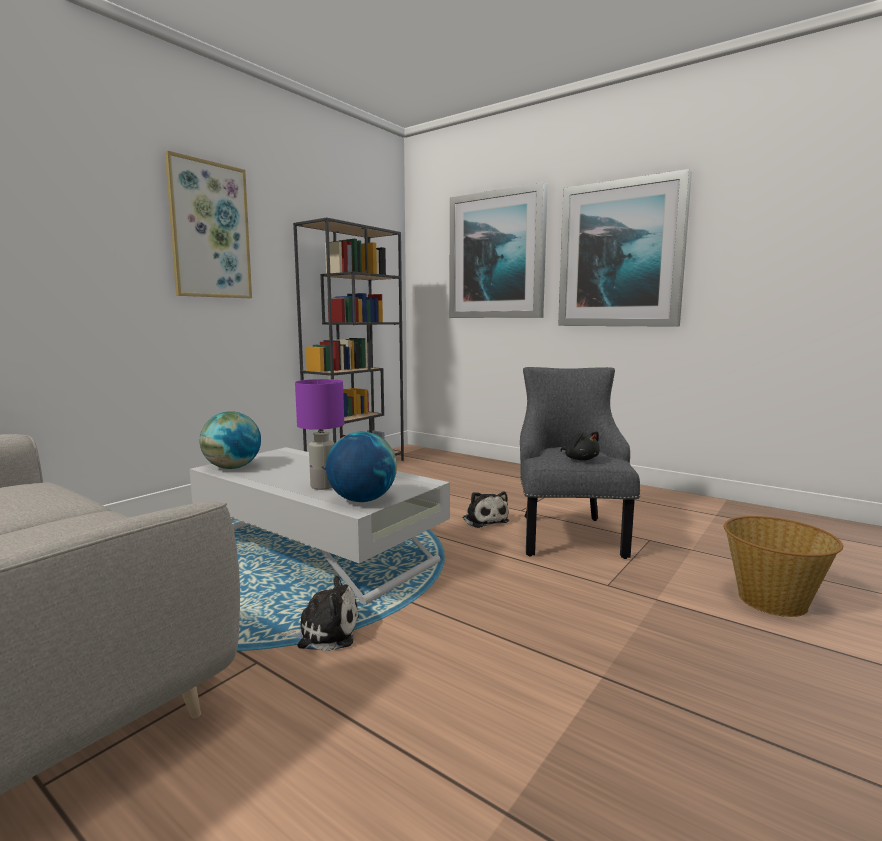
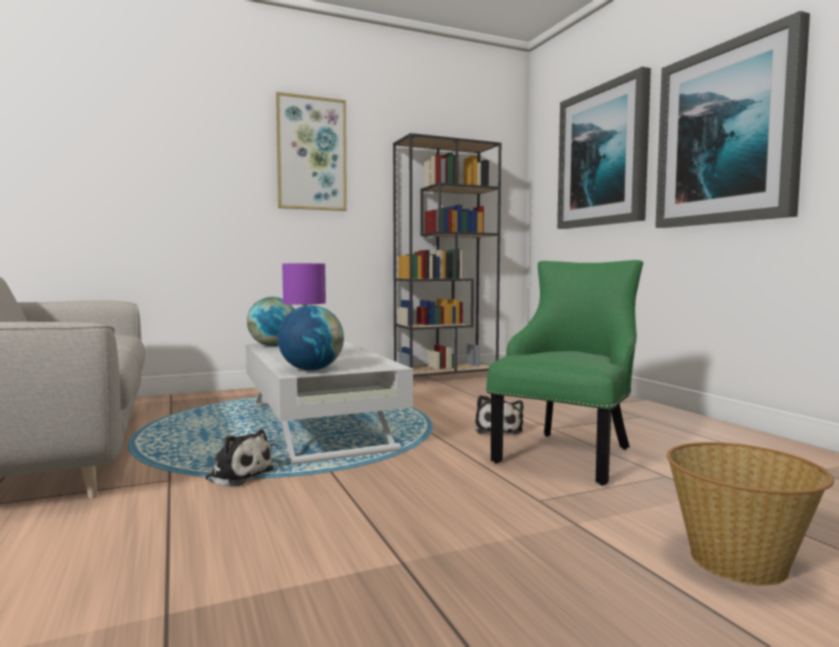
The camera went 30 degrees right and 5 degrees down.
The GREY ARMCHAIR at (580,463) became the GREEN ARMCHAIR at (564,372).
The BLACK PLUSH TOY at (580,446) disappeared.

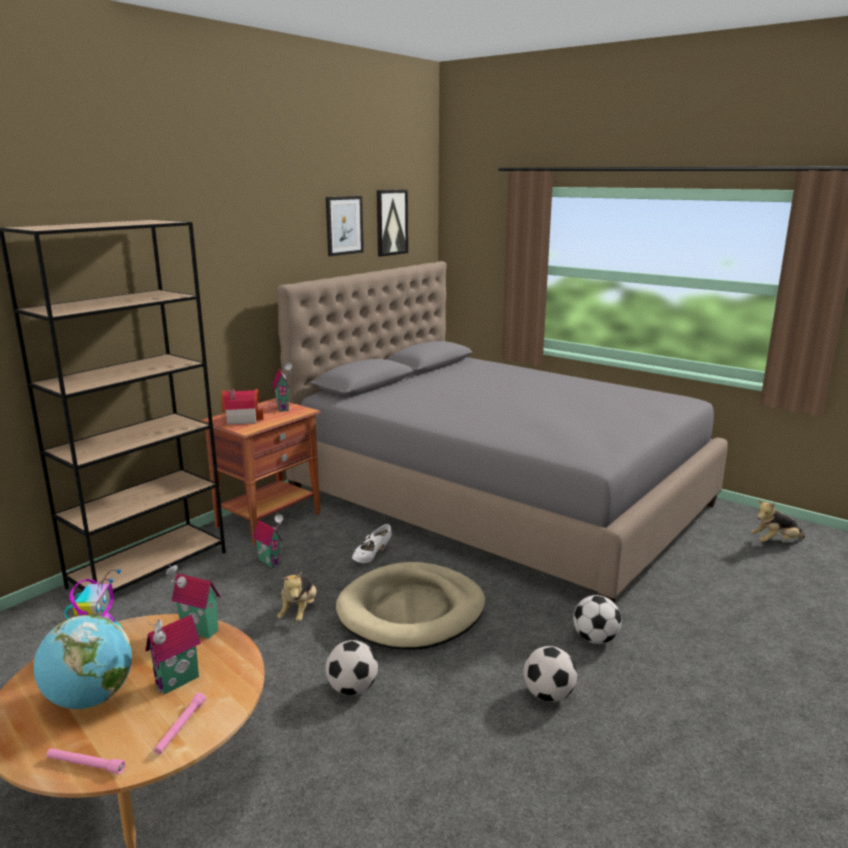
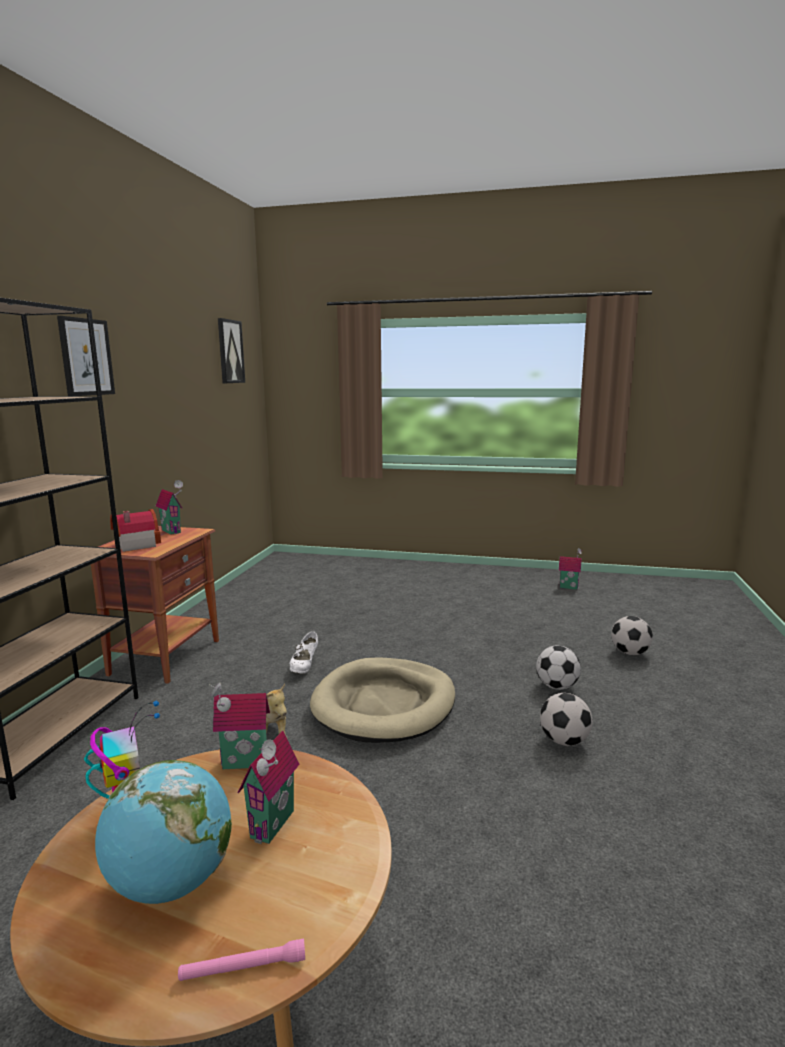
The camera went 25 degrees left and 5 degrees down.
The PICTURE moved from (345,226) to (86,356).
The TOY HOUSE moved from (268,541) to (571,569).
The FOOTBALL moved from (352,667) to (632,635).
The PINK FLASHLIGHT at (180,723) disappeared.
The GREY BED at (502,432) disappeared.
The PLUSH TOY at (778,521) disappeared.

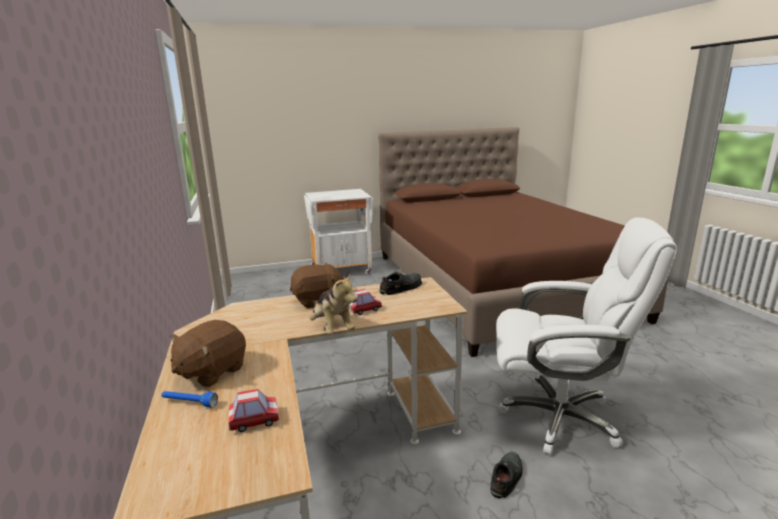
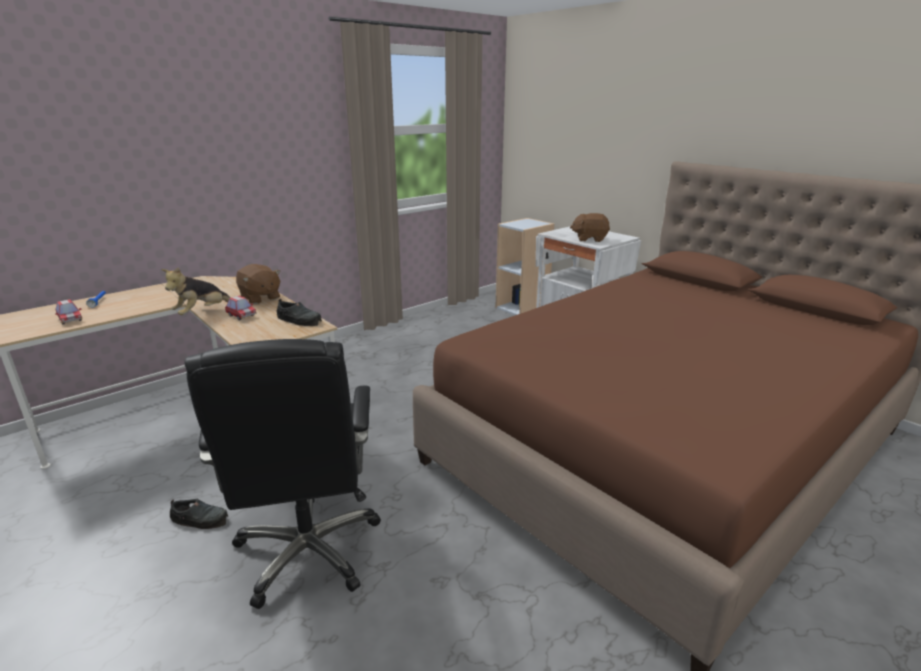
The camera went 65 degrees right and 5 degrees up.
The WHITE OFFICE CHAIR at (586,336) became the BLACK OFFICE CHAIR at (282,474).
The BOOKCASE at (525,266) appeared.
The BROWN PLUSH TOY moved from (208,354) to (590,227).

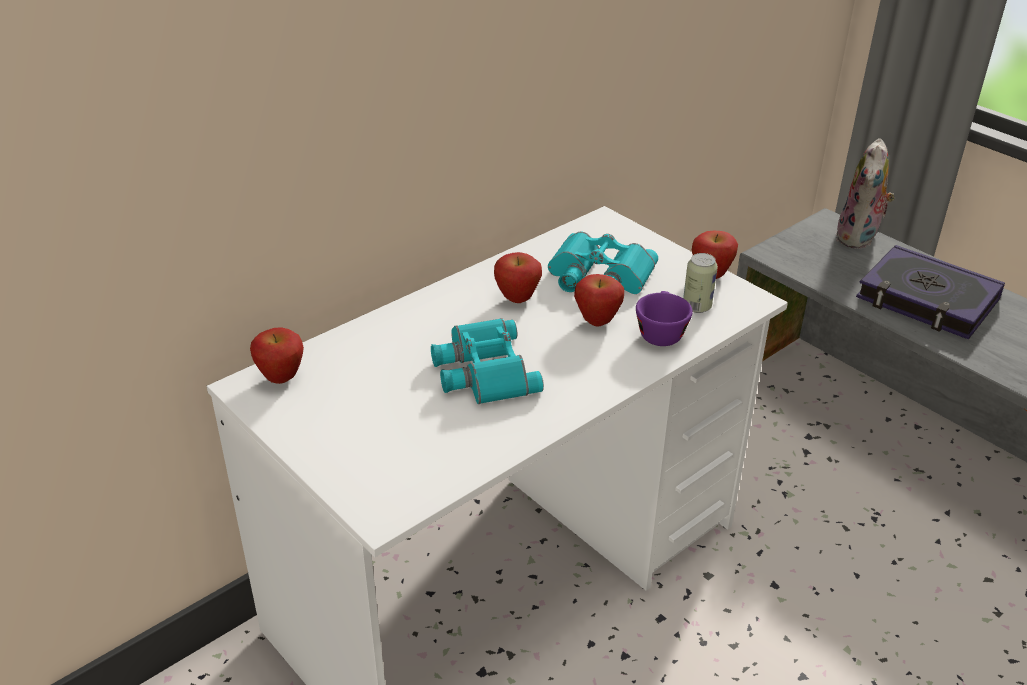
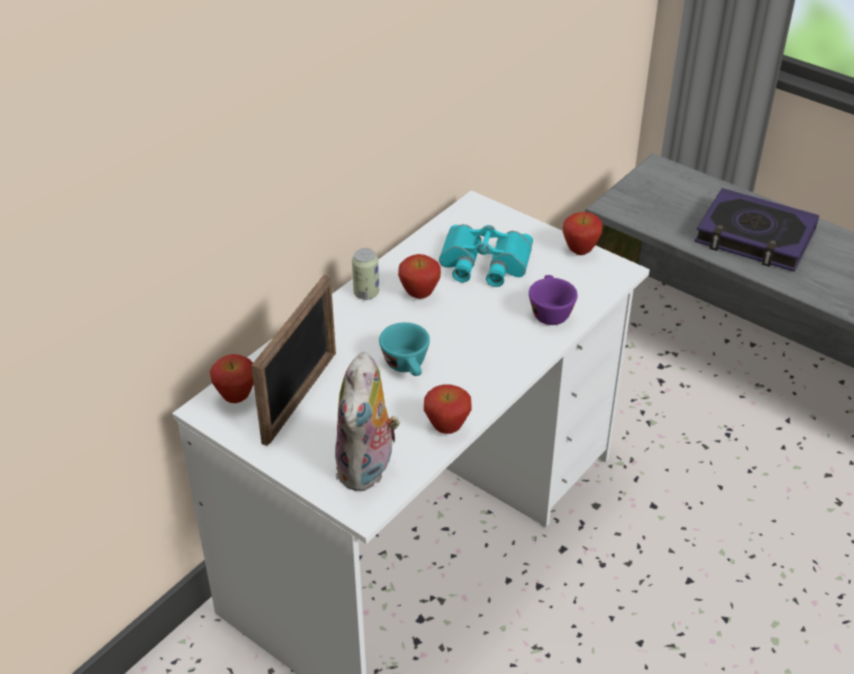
The camera went 10 degrees left and 5 degrees up.
The PICTURE FRAME at (293,360) appeared.
The PLUSH TOY moved from (865,193) to (367,421).
The CAN moved from (700,283) to (365,274).
The TURQUOISE BINOCULARS at (487,361) was replaced by the TURQUOISE CUP at (404,349).
The APPLE moved from (599,300) to (448,409).

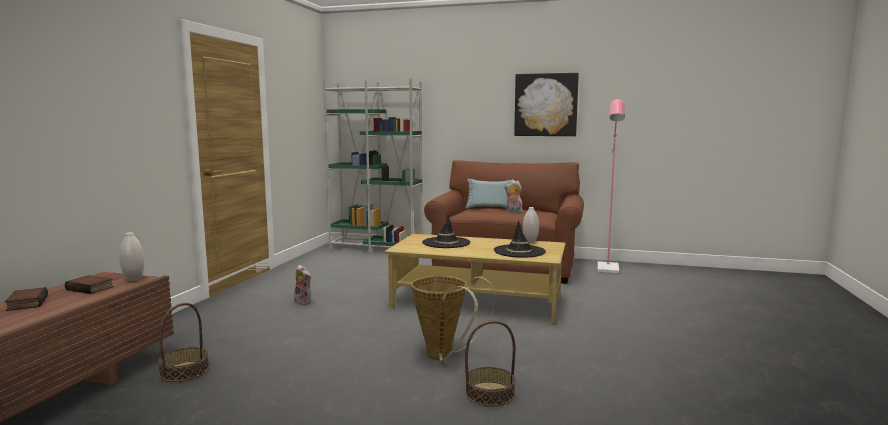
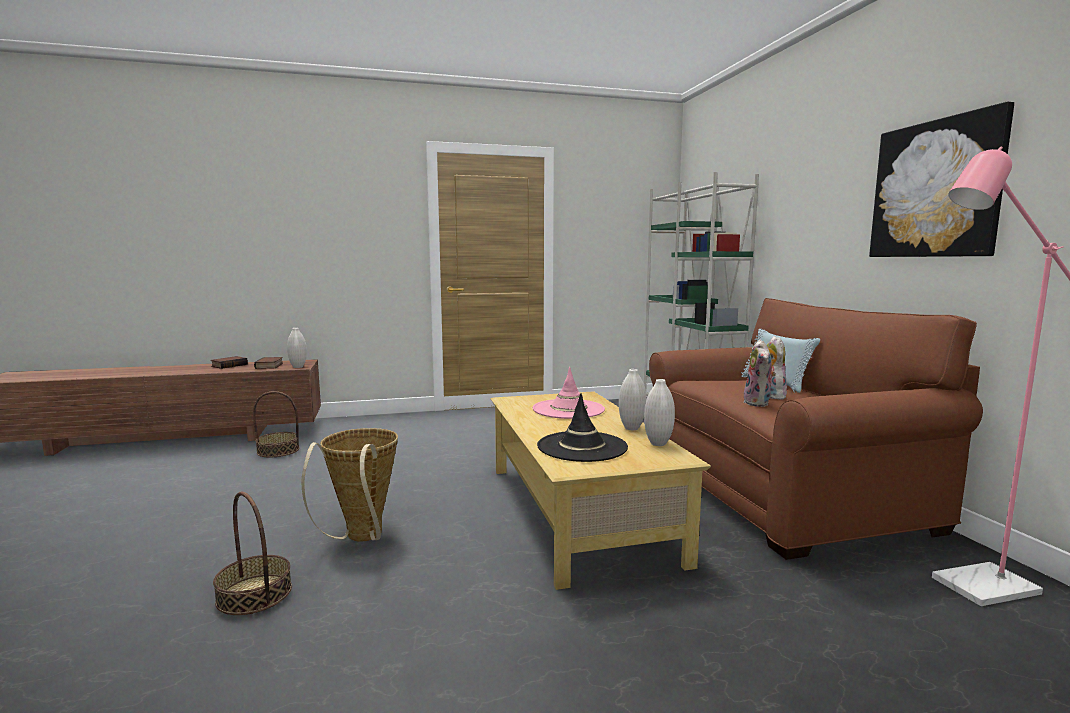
The camera went 60 degrees right and 0 degrees up.
The BLACK HAT at (446,231) became the PINK HAT at (569,393).
The WHITE VASE at (632,399) appeared.
The PLUSH TOY moved from (302,285) to (760,373).

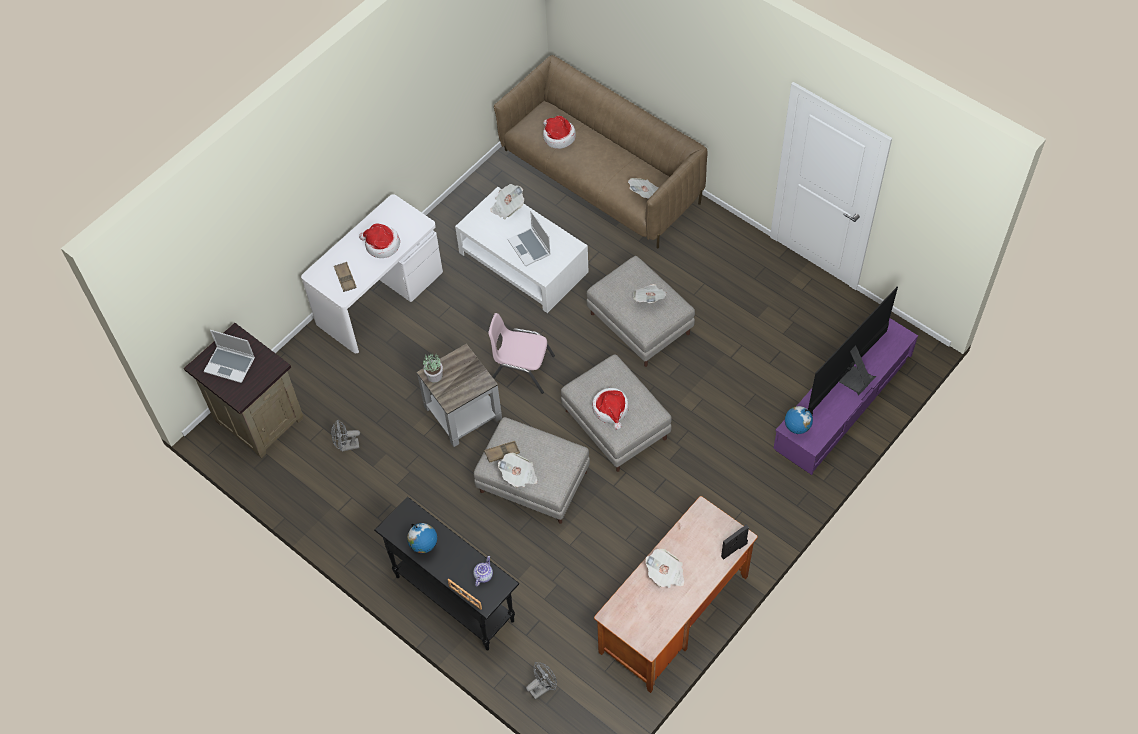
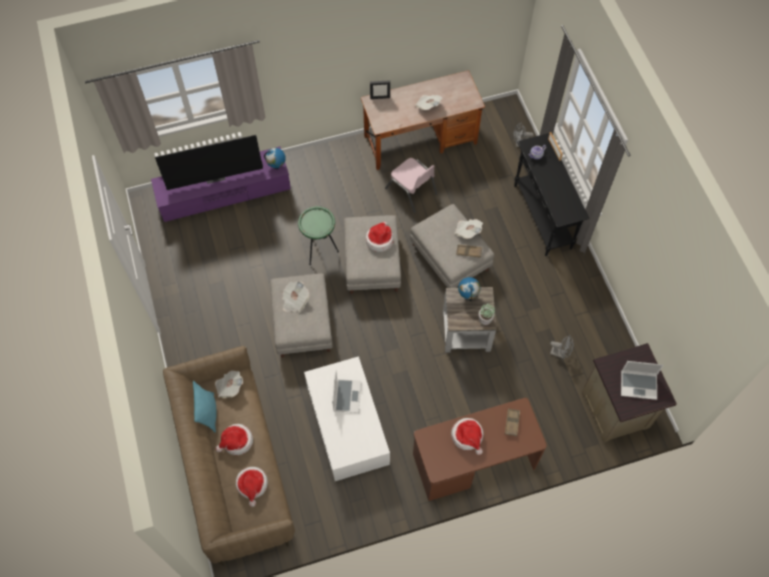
The camera went 150 degrees left and 5 degrees up.
The TURQUOISE PILLOW at (205,406) appeared.
The HAT at (234,439) appeared.
The GREEN SIDE TABLE at (318,235) appeared.
The PINK CHAIR moved from (521,353) to (411,185).
The WHITE DESK at (372,273) became the BROWN DESK at (480,449).
The GLOBE moved from (422,538) to (469,289).
The LAPTOP at (229,356) turned 135 degrees clockwise.
The NEWSPAPER at (507,201) disappeared.

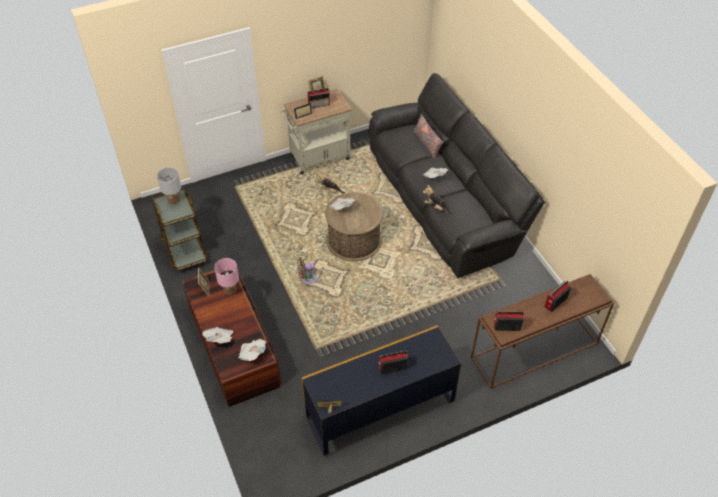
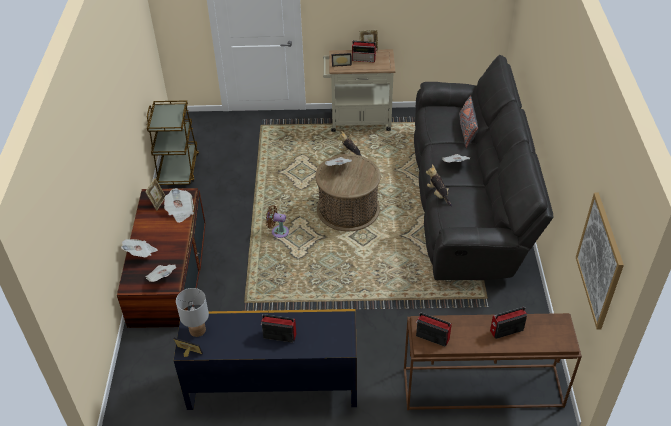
The camera went 25 degrees right and 5 degrees down.
The PINK TABLE LAMP at (226,276) was replaced by the NEWSPAPER at (179,205).
The GREY TABLE LAMP moved from (169,185) to (192,312).
The PICTURE at (600,261) appeared.

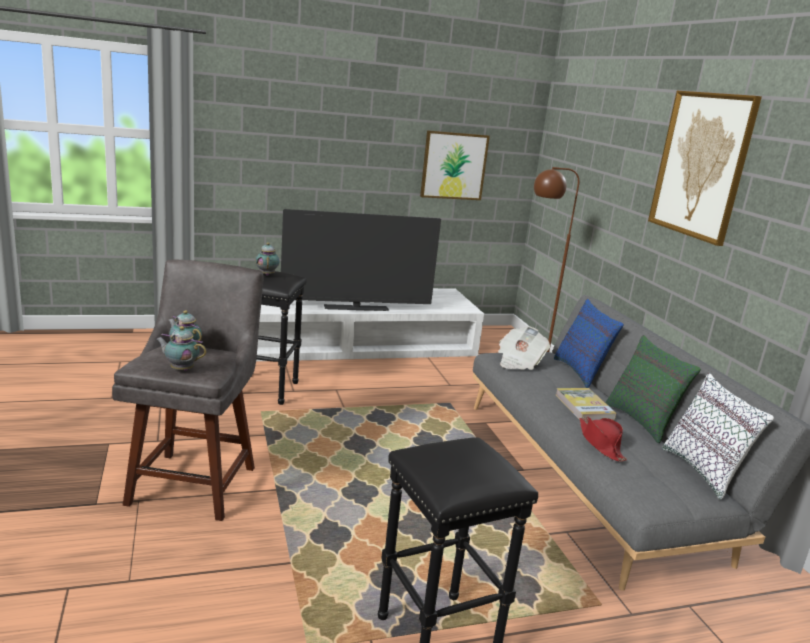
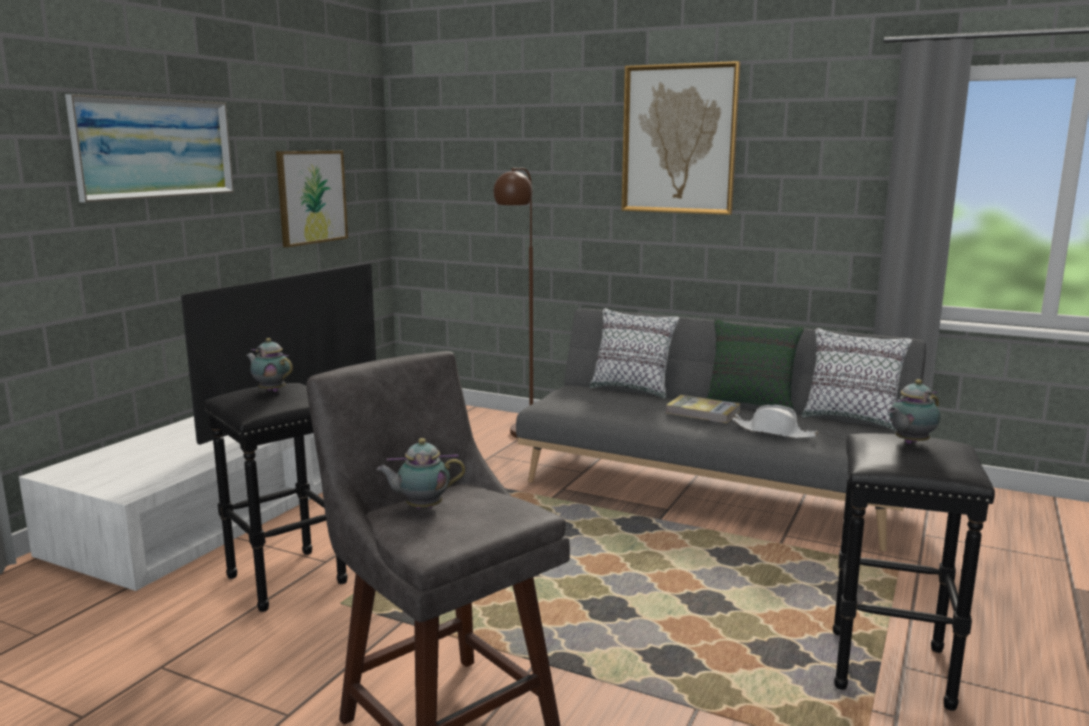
The camera went 45 degrees left and 5 degrees down.
The PICTURE at (149,148) appeared.
The BLUE PILLOW at (589,343) became the WHITE PILLOW at (634,353).
The RED HAT at (603,439) became the WHITE HAT at (775,421).
The TEAPOT moved from (181,348) to (914,411).
The NEWSPAPER at (524,348) disappeared.

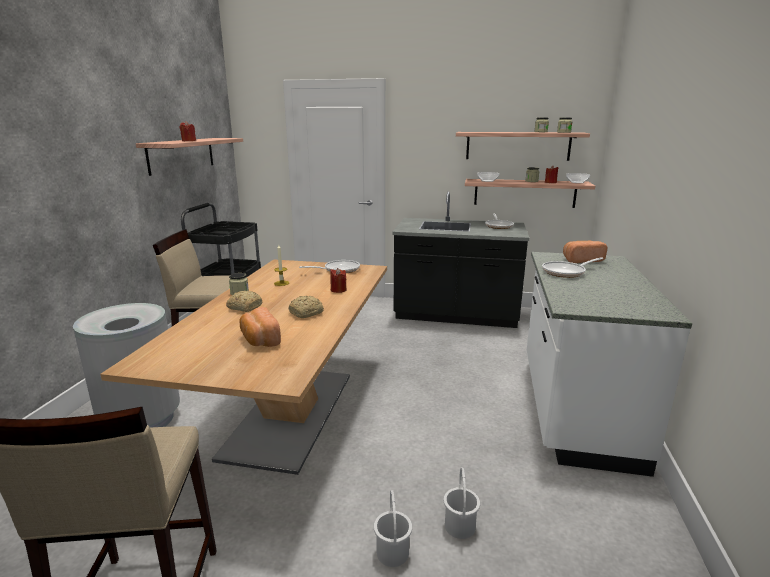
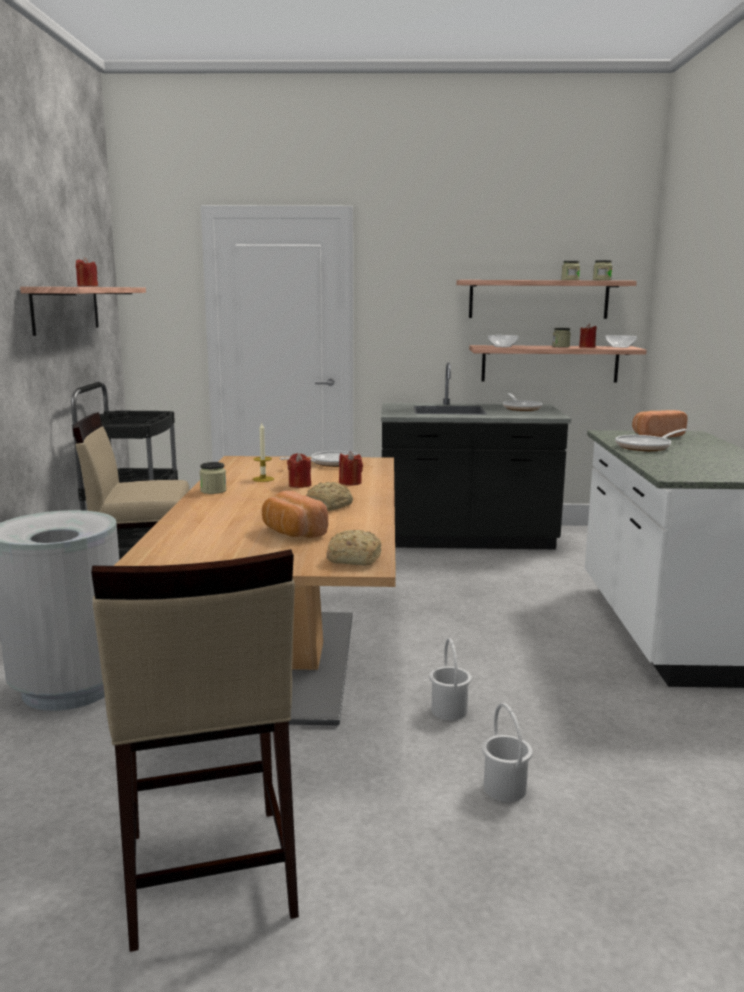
The camera went 10 degrees left and 5 degrees down.
The RED CANDLE at (299,470) appeared.
The BREAD moved from (244,301) to (353,548).
The WHITE BUCKET moved from (462,503) to (450,679).

